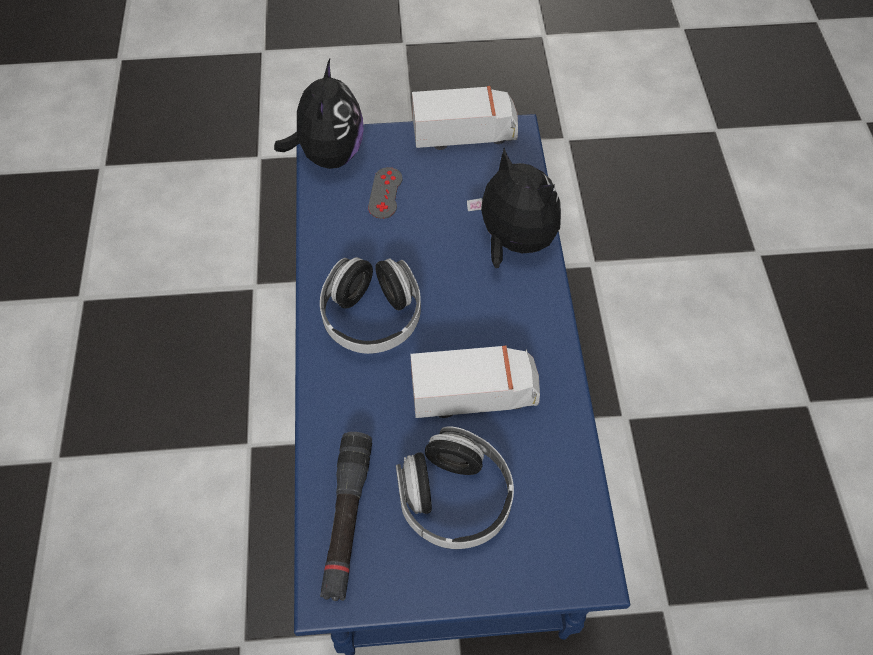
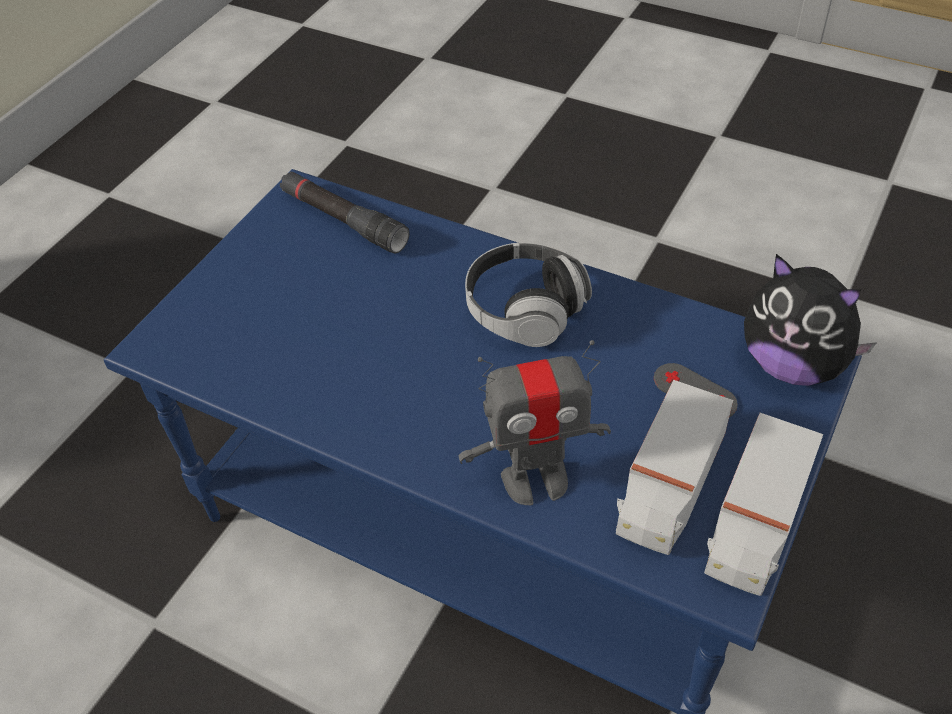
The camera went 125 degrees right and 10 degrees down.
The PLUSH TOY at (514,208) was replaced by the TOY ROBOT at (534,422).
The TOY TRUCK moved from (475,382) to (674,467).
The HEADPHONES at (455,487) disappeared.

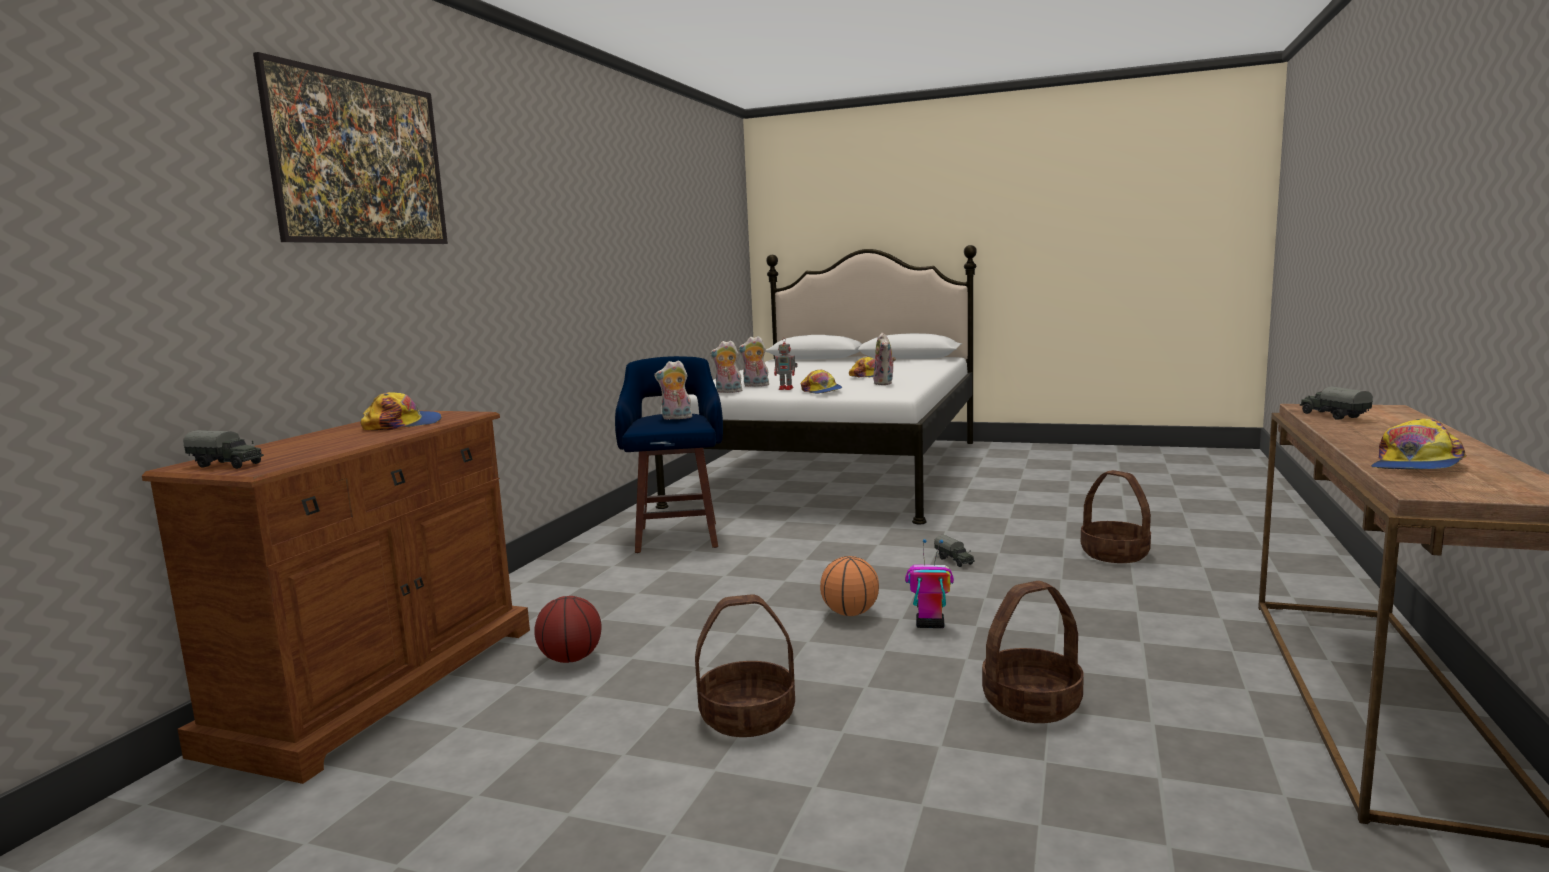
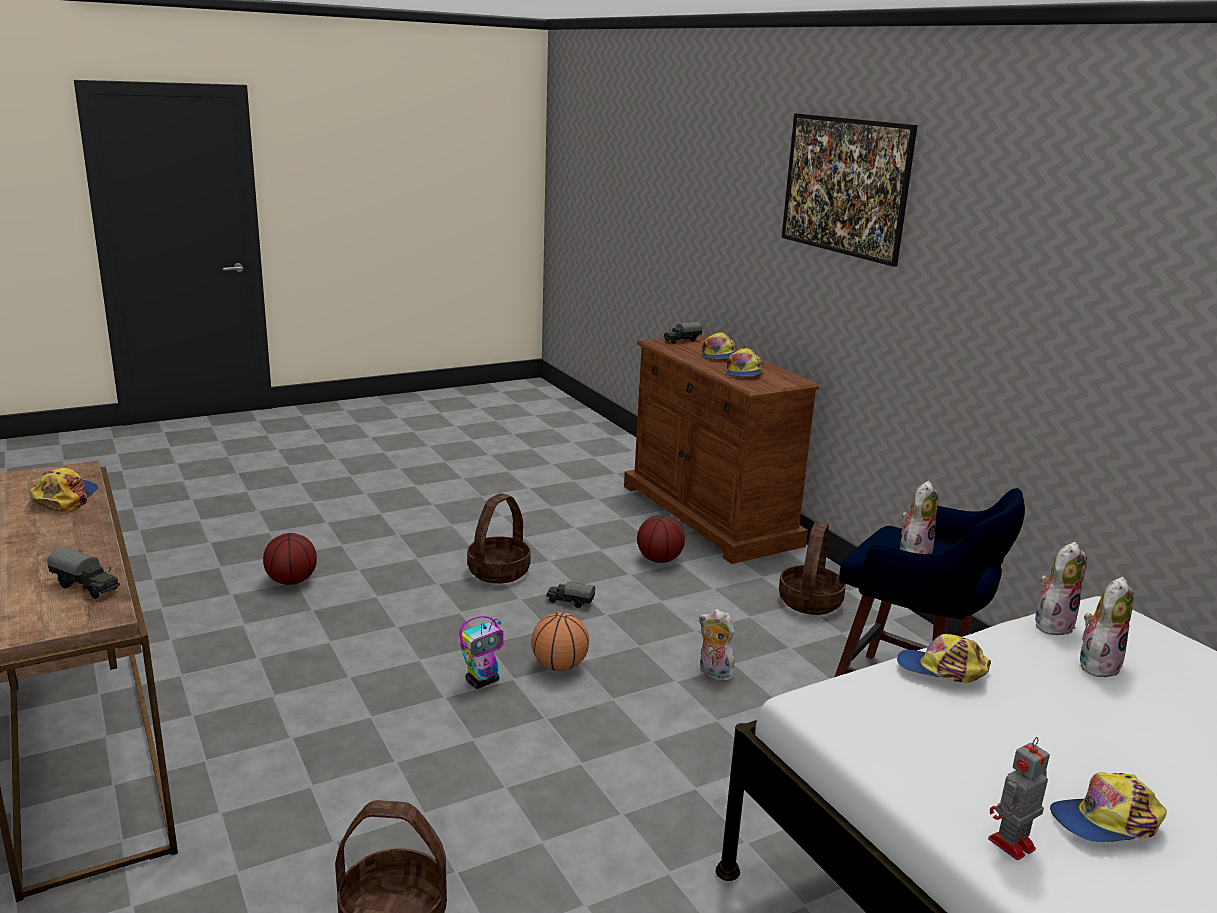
The camera went 130 degrees right and 10 degrees up.
The BASKETBALL at (290,559) appeared.
The TOY TRUCK moved from (954,551) to (570,594).
The PLUSH TOY moved from (884,359) to (718,645).
The CAP at (719,345) appeared.
The BASKET moved from (1033,652) to (812,568).
The TOY ROBOT moved from (786,364) to (1019,798).

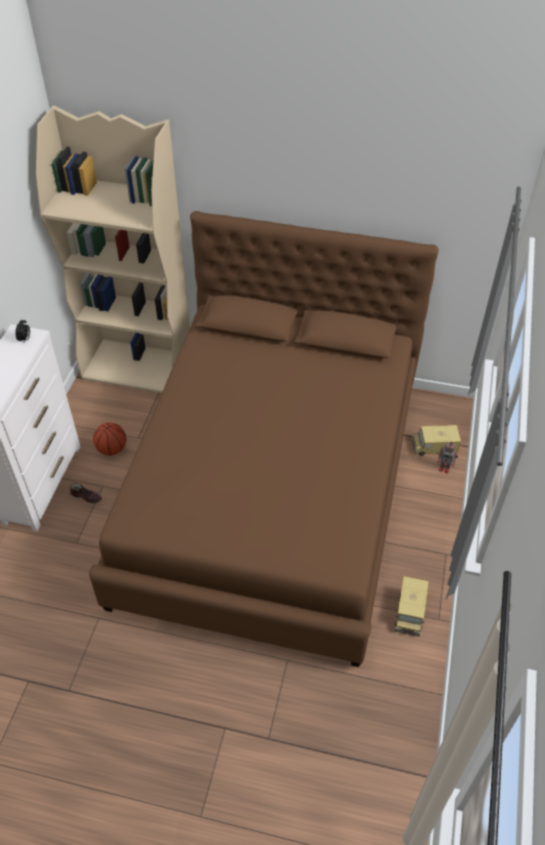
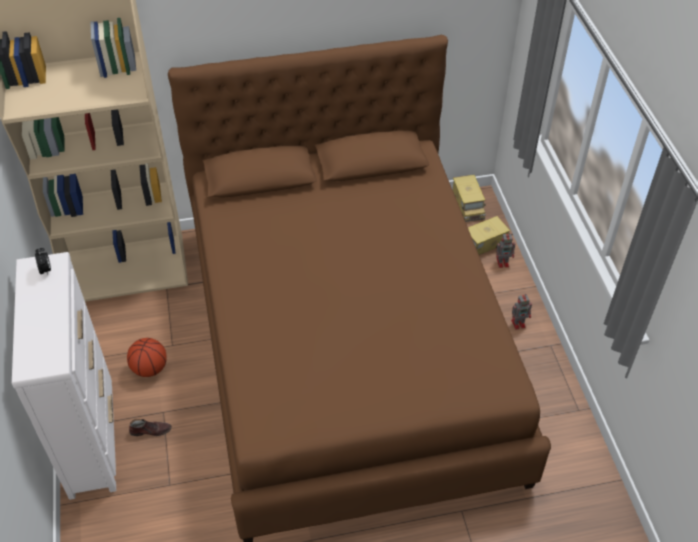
The camera went 25 degrees left and 0 degrees up.
The TOY TRUCK moved from (412,606) to (469,198).
The TOY ROBOT at (521,312) appeared.

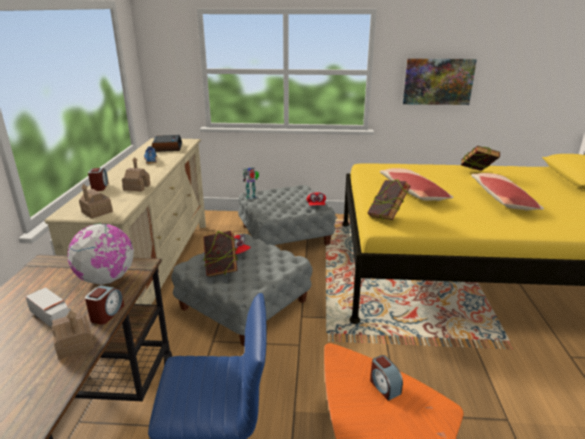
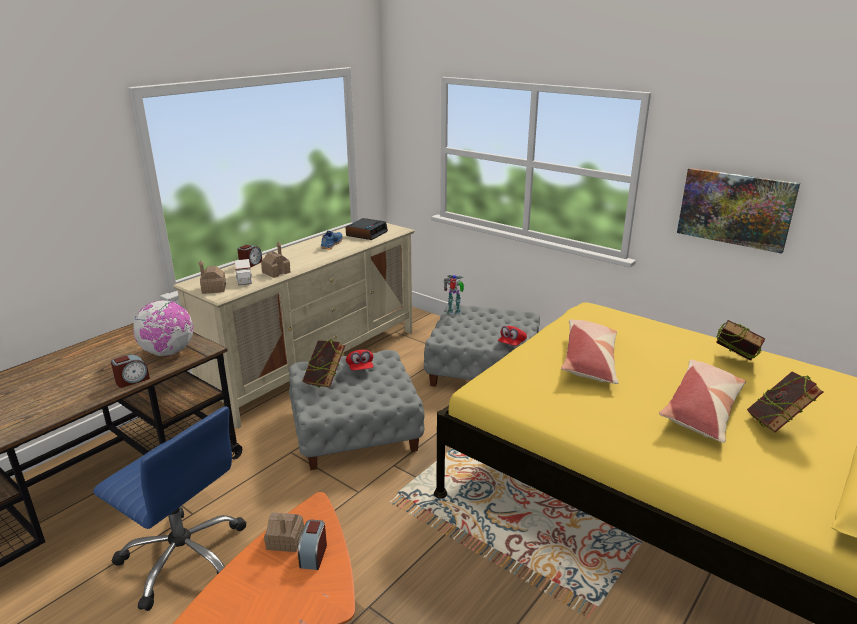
The camera went 35 degrees right and 0 degrees up.
The TOY TRUCK moved from (48,307) to (243,272).
The TOY HOUSE moved from (73,334) to (284,532).
The BOOK moved from (389,199) to (785,401).

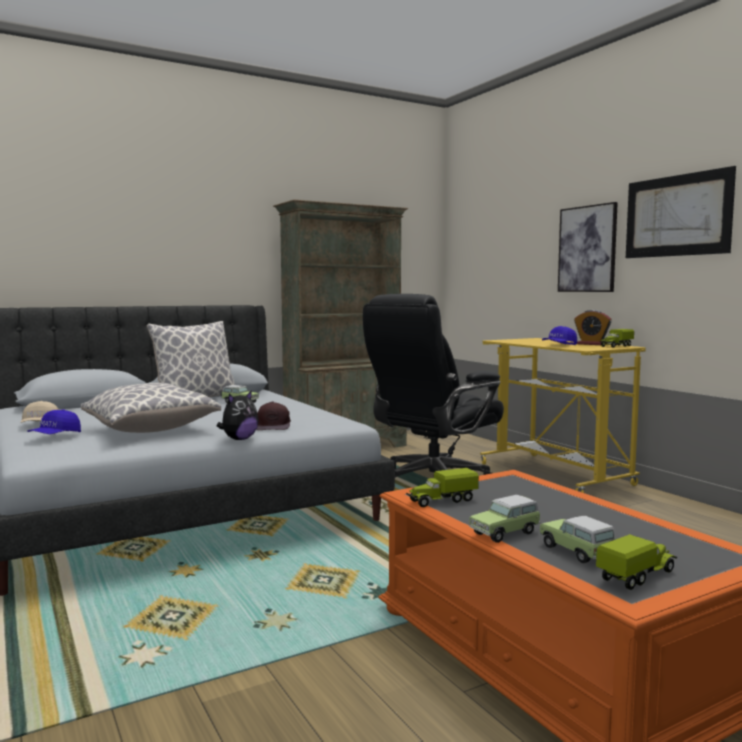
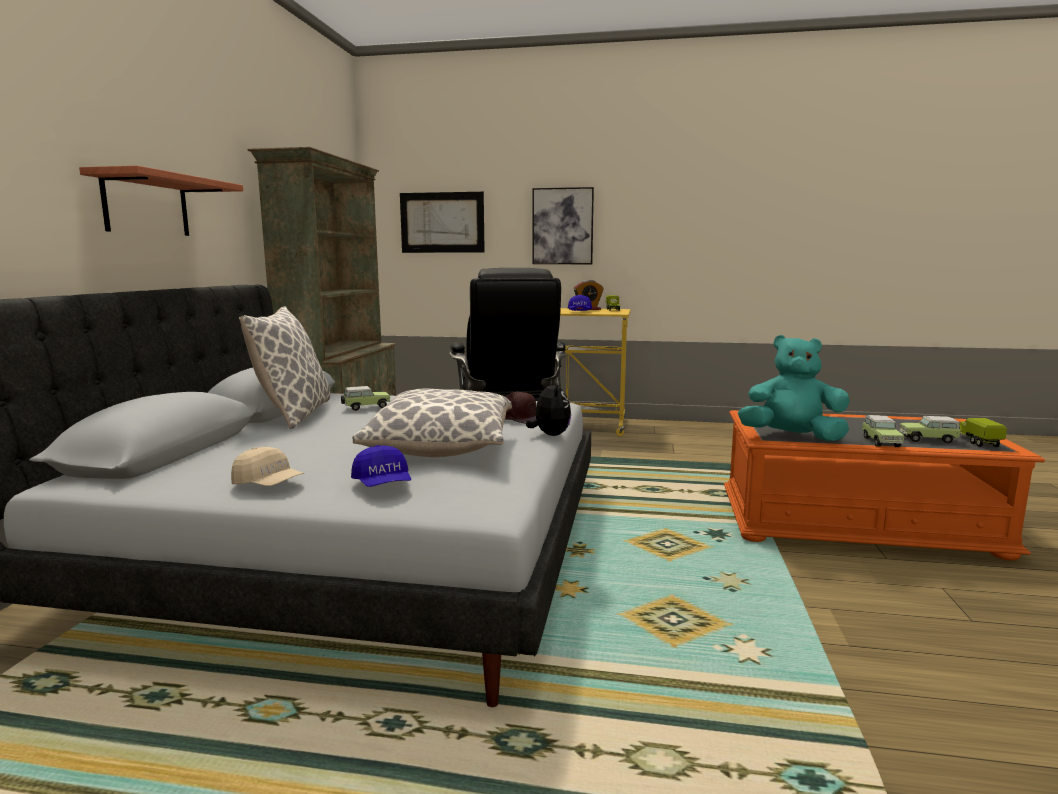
The camera went 50 degrees left and 5 degrees up.
The SHELF at (161,200) appeared.
The PICTURE moved from (681,212) to (442,222).
The TOY TRUCK at (442,487) was replaced by the TURQUOISE PLUSH TOY at (794,388).

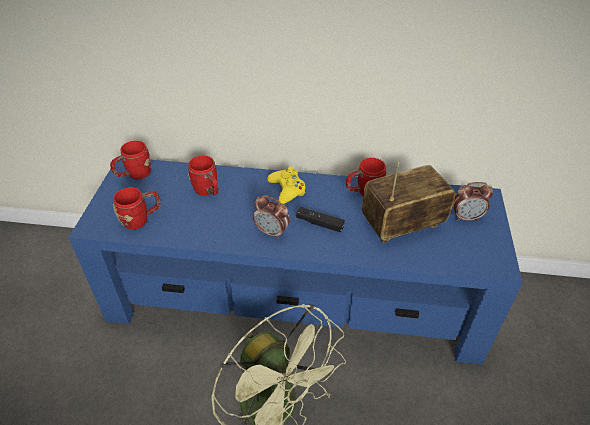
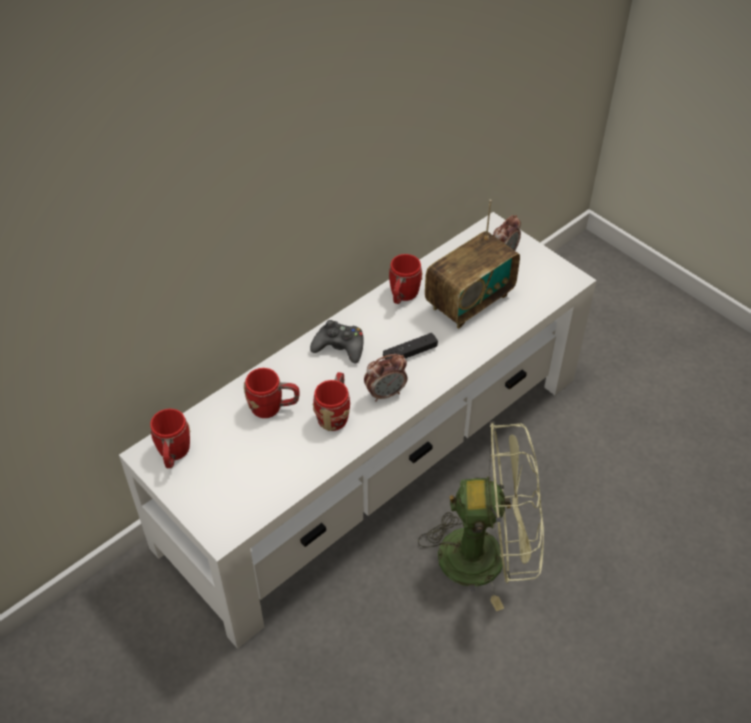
The camera went 50 degrees left and 5 degrees up.
The BLUE TV STAND at (295,262) became the WHITE TV STAND at (358,430).
The YELLOW GAME CONTROLLER at (286,185) became the BLACK GAME CONTROLLER at (337,341).
The RED MUG moved from (137,208) to (331,401).
The RADIO at (408,202) turned 150 degrees counterclockwise.

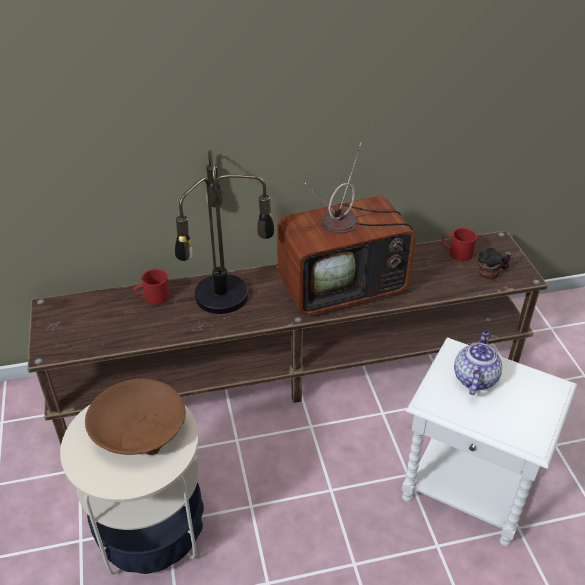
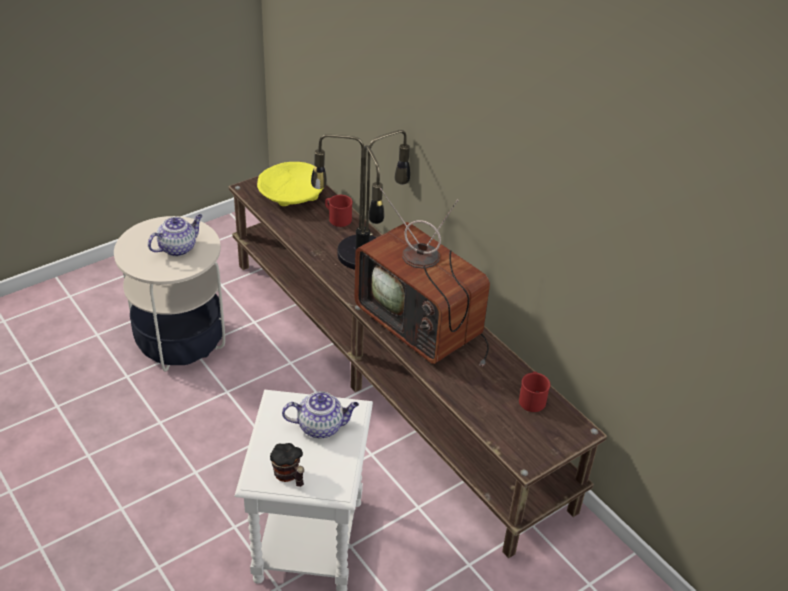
The camera went 65 degrees right and 0 degrees up.
The BROWN BOWL at (135,417) was replaced by the TEAPOT at (175,235).
The YELLOW BOWL at (290,184) appeared.
The MUG moved from (495,264) to (287,465).

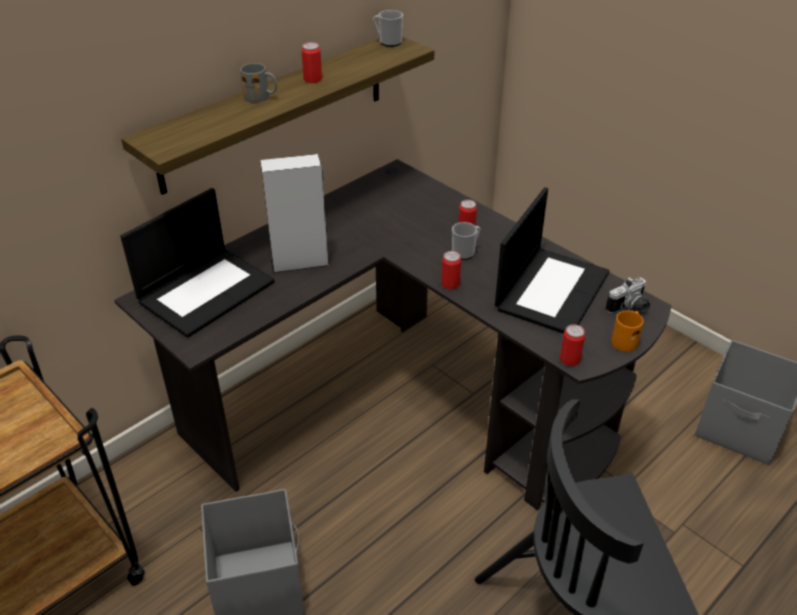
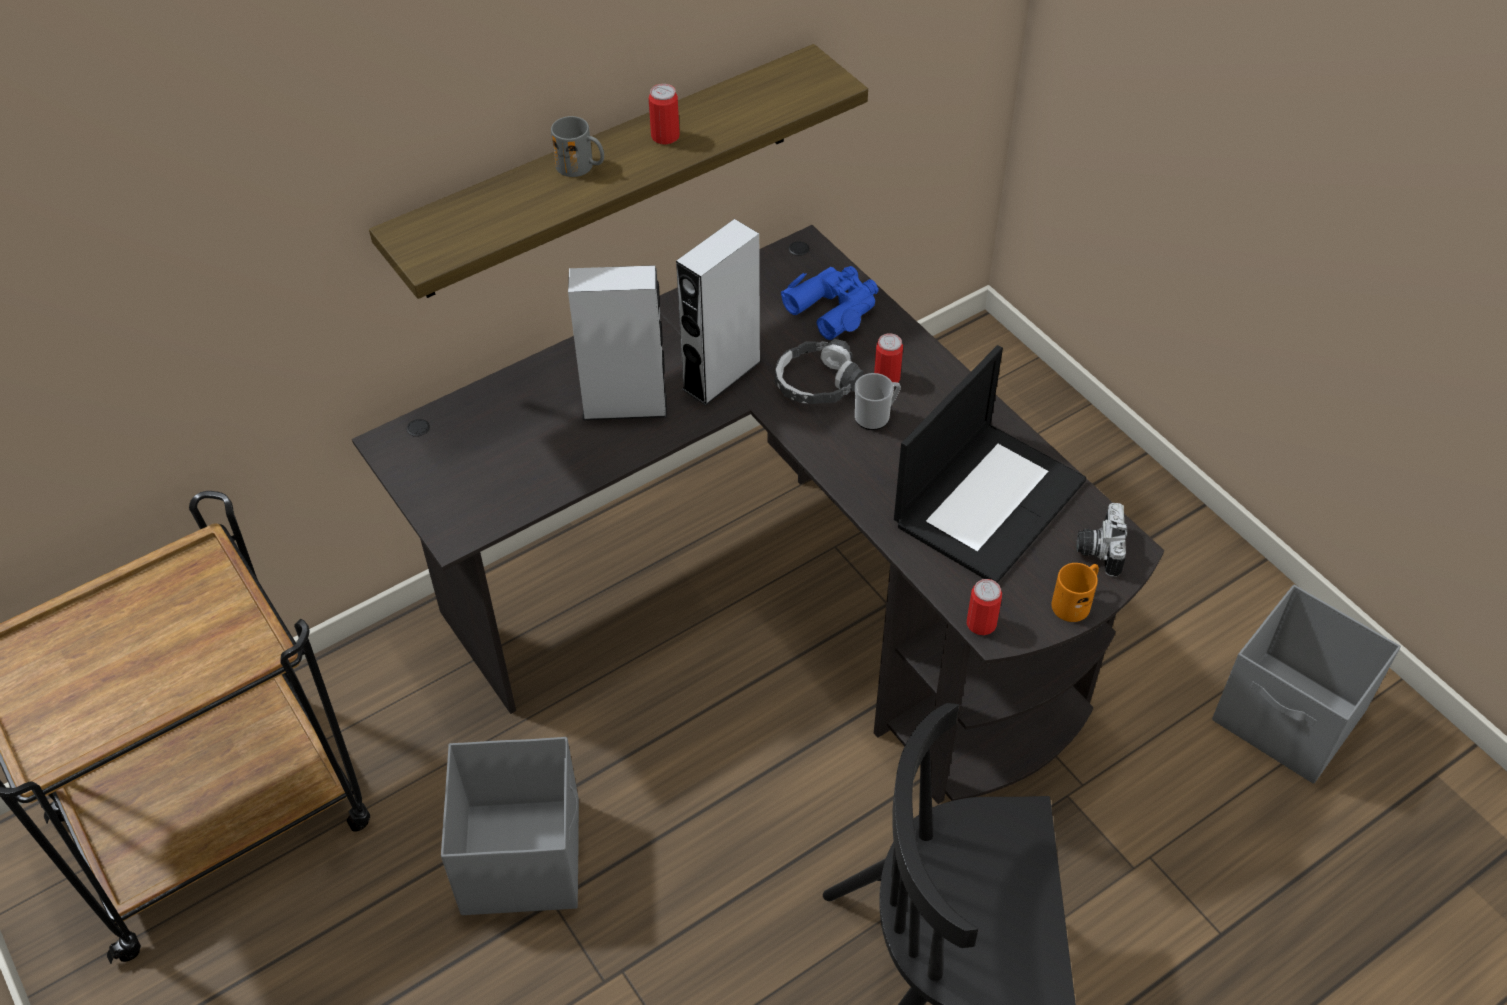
The camera went 10 degrees right and 10 degrees up.
The GREY SPEAKER at (719,312) appeared.
The HEADPHONES at (819,371) appeared.
The BLUE BINOCULARS at (829,303) appeared.
The PHOTO CAMERA at (628,295) turned 120 degrees clockwise.
The LAPTOP at (197,263) disappeared.
The MUG at (388,28) disappeared.
The CAN at (451,270) disappeared.

